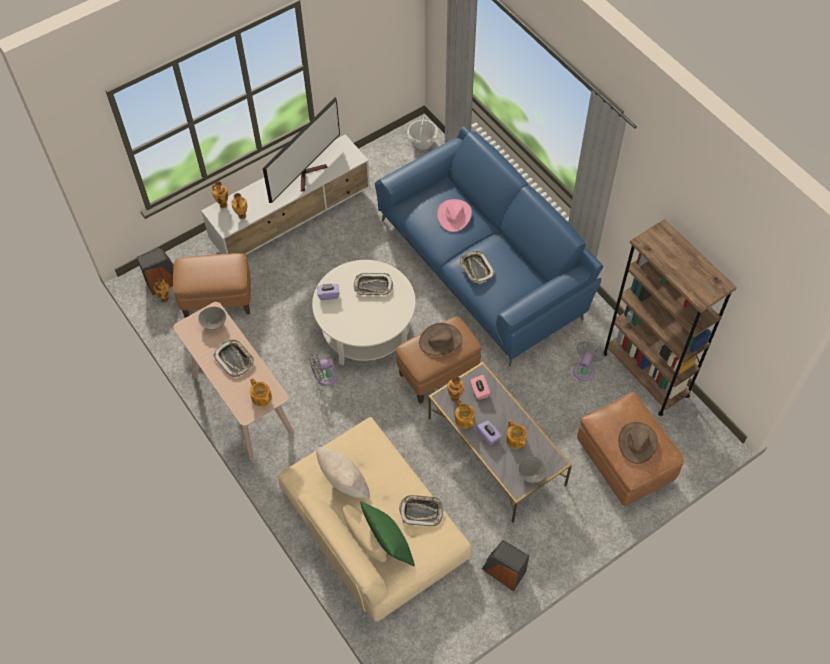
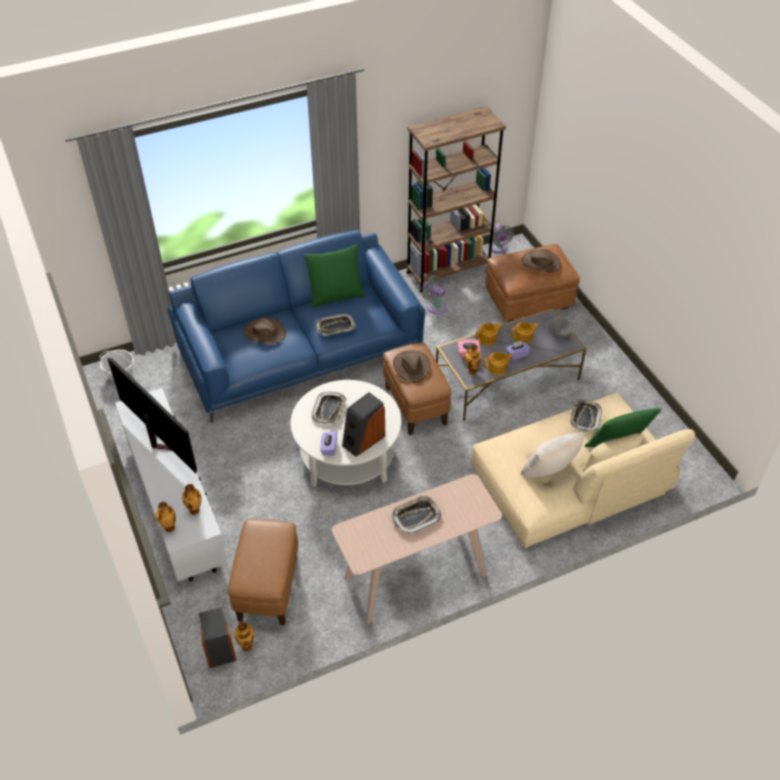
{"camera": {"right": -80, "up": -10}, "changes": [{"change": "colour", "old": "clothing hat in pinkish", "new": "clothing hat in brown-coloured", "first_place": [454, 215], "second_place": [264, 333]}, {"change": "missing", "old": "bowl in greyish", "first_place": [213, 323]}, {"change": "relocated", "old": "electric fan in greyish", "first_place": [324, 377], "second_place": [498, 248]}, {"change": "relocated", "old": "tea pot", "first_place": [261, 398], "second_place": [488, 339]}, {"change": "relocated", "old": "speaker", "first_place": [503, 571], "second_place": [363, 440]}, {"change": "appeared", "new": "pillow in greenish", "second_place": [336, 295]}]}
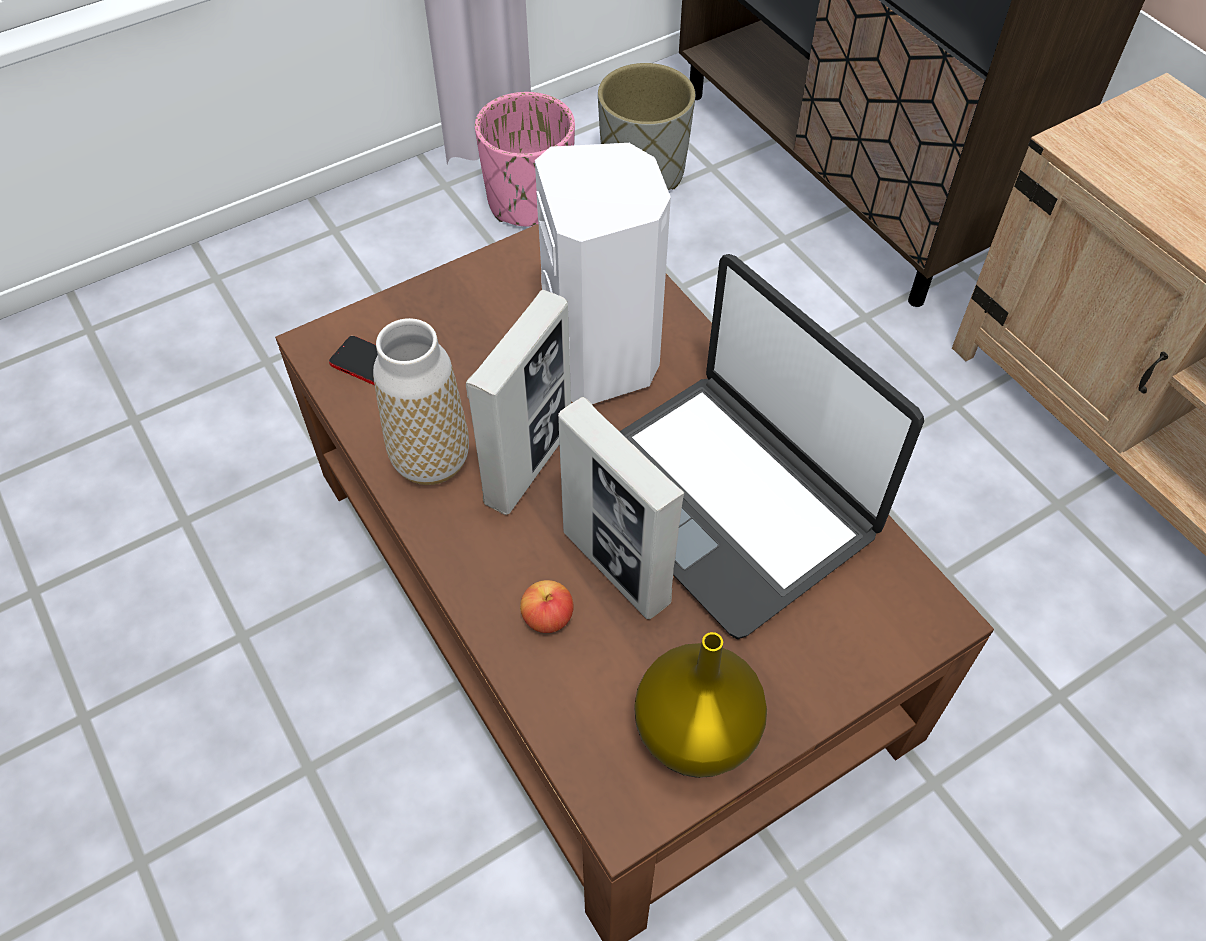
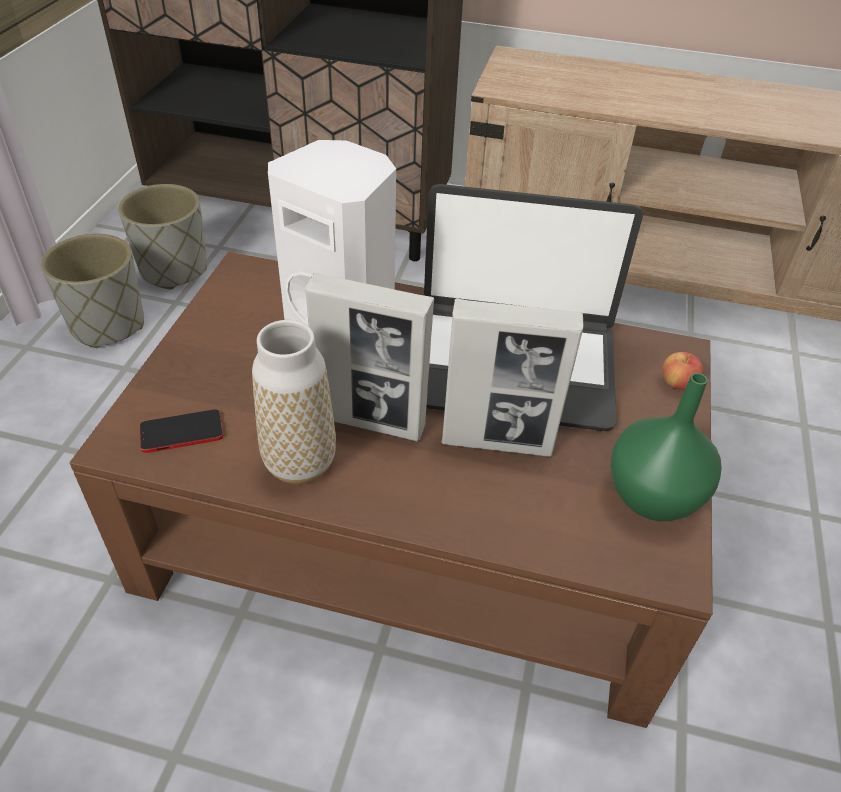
{"camera": {"right": -45, "up": -10}, "changes": [{"change": "colour", "old": "flower pot in pinkish", "new": "flower pot in greyish", "first_place": [529, 202], "second_place": [108, 325]}, {"change": "spun", "old": "standing frame", "first_place": [529, 465], "second_place": [371, 422], "degrees": 120}, {"change": "relocated", "old": "apple", "first_place": [547, 617], "second_place": [677, 383]}, {"change": "colour", "old": "flower vase in yellow-coloured", "new": "flower vase in greenish", "first_place": [693, 736], "second_place": [652, 499]}]}
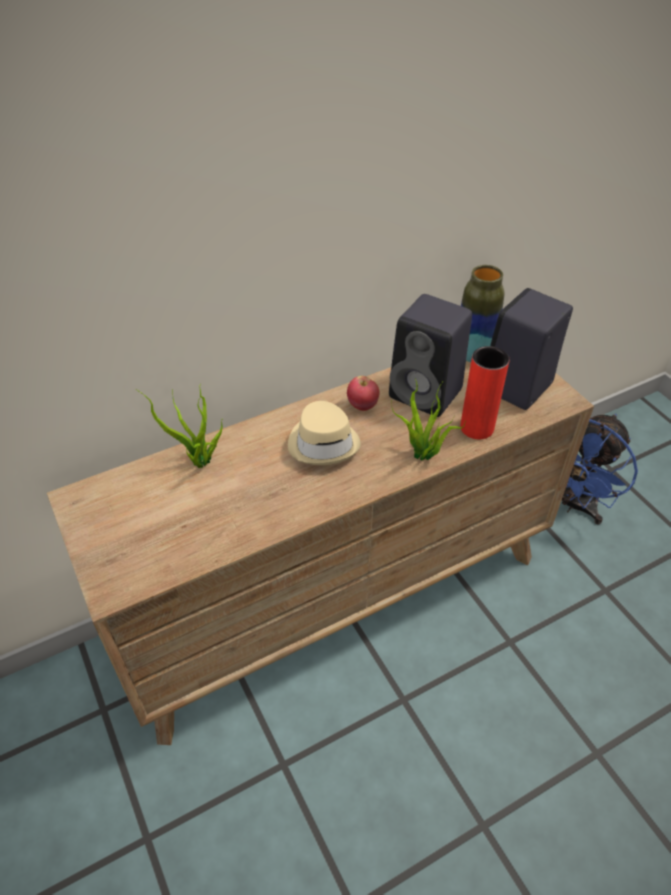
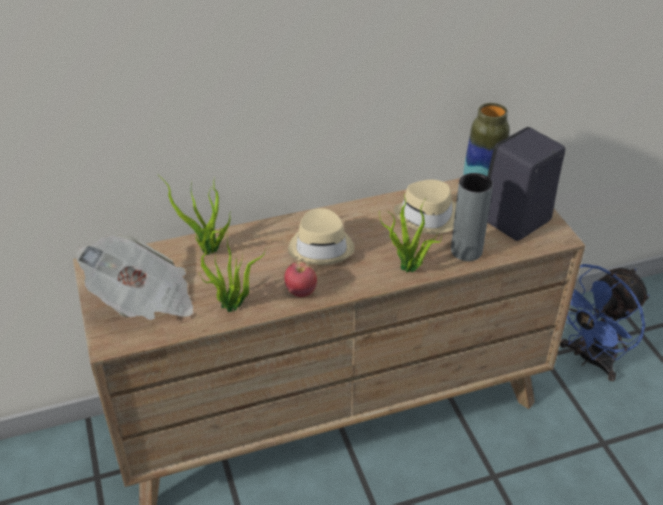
{"camera": {"right": 10, "up": -5}, "changes": [{"change": "exchanged", "old": "speaker in blackish", "new": "clothing hat in beige", "first_place": [428, 393], "second_place": [429, 217]}, {"change": "colour", "old": "flower vase in red-coloured", "new": "flower vase in greyish", "first_place": [477, 428], "second_place": [466, 251]}, {"change": "relocated", "old": "apple", "first_place": [362, 405], "second_place": [301, 291]}, {"change": "appeared", "new": "potted plant", "second_place": [233, 307]}, {"change": "appeared", "new": "printed paper", "second_place": [143, 300]}]}
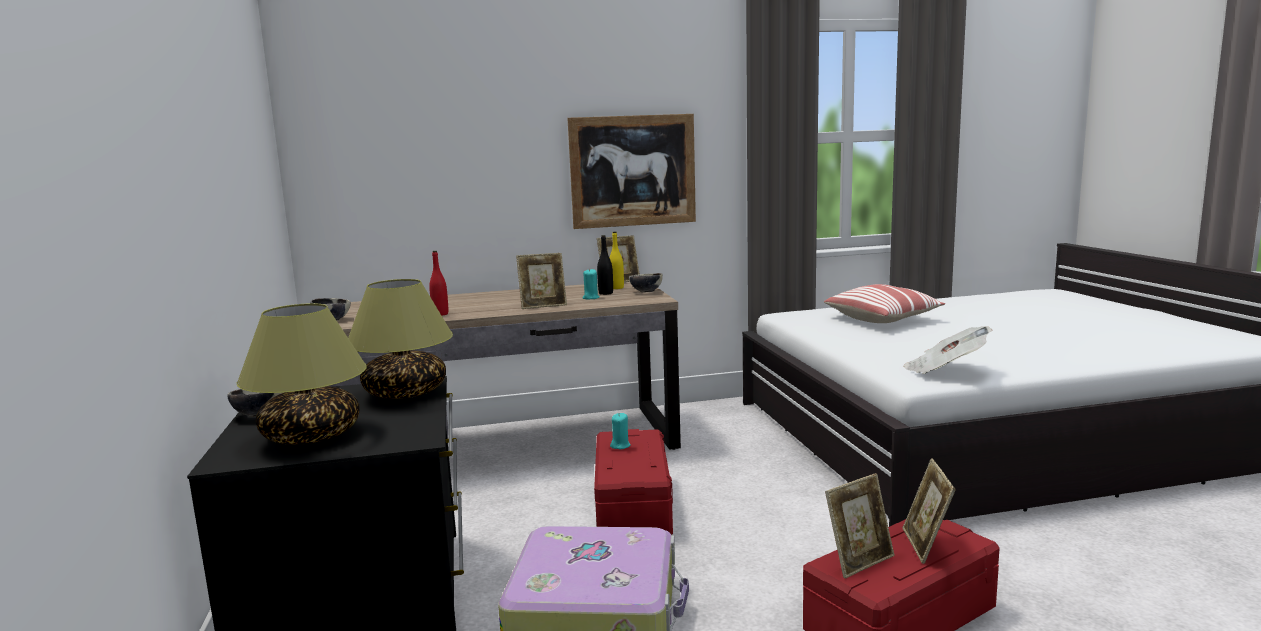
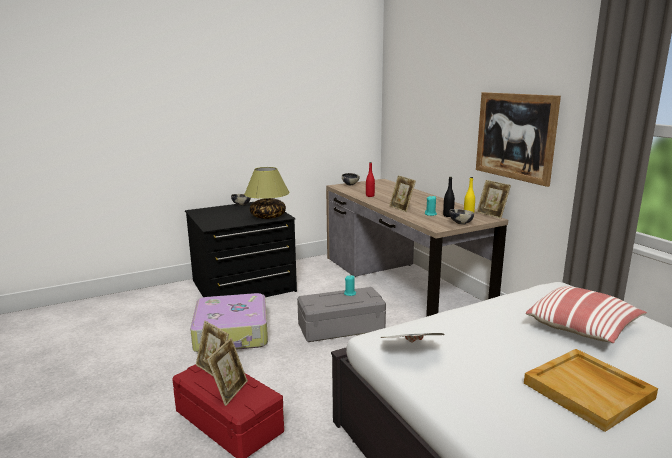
{"camera": {"right": 75, "up": 5}, "changes": [{"change": "missing", "old": "table lamp", "first_place": [312, 435]}, {"change": "colour", "old": "storage bin in red-coloured", "new": "storage bin in greyish", "first_place": [631, 506], "second_place": [341, 327]}, {"change": "spun", "old": "standing frame", "first_place": [926, 546], "second_place": [230, 391], "degrees": 120}, {"change": "appeared", "new": "tray in beige", "second_place": [589, 391]}]}
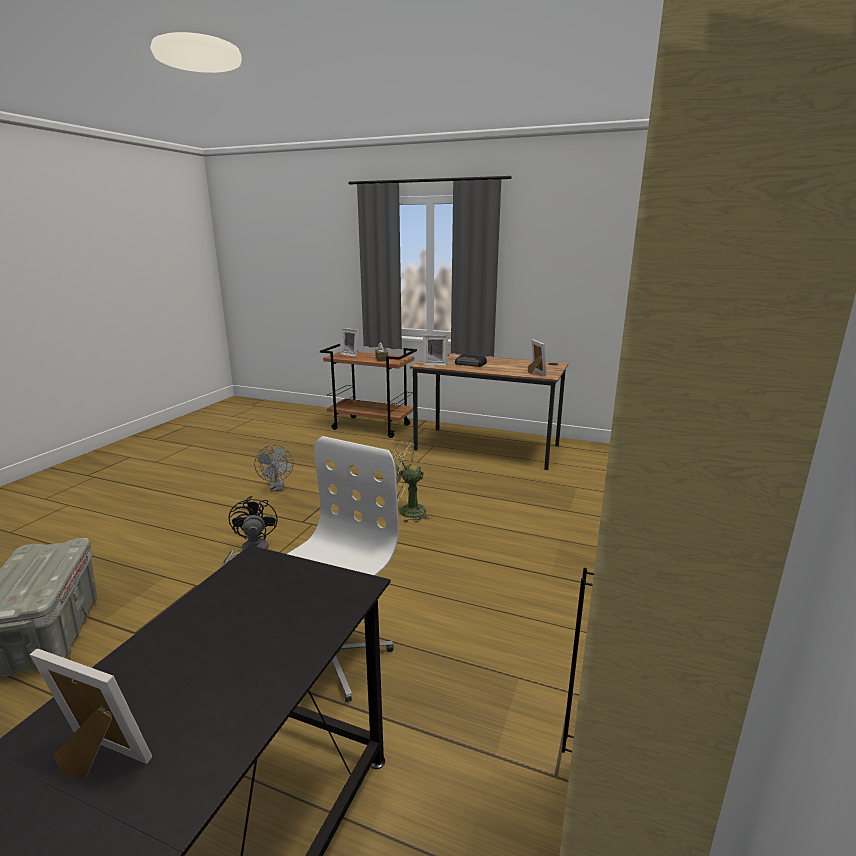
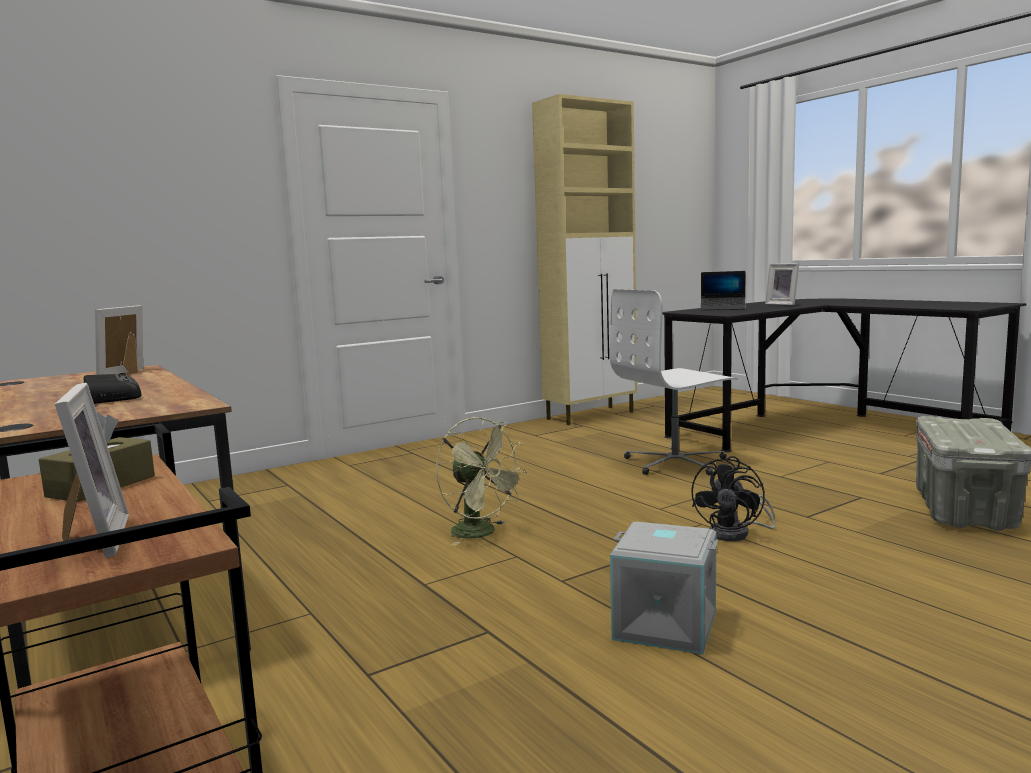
{"camera": {"right": -145, "up": -10}, "changes": [{"change": "missing", "old": "standing frame", "first_place": [435, 364]}, {"change": "exchanged", "old": "electric fan in greyish", "new": "storage bin in greyish", "first_place": [277, 488], "second_place": [664, 626]}, {"change": "appeared", "new": "notebook computer", "second_place": [723, 308]}]}
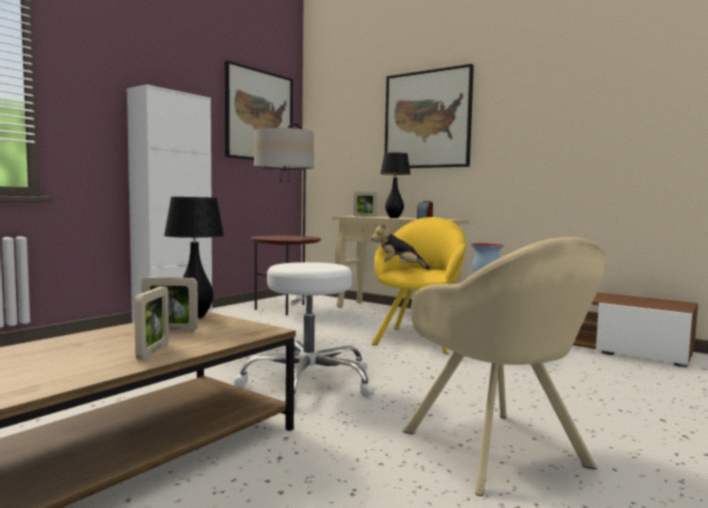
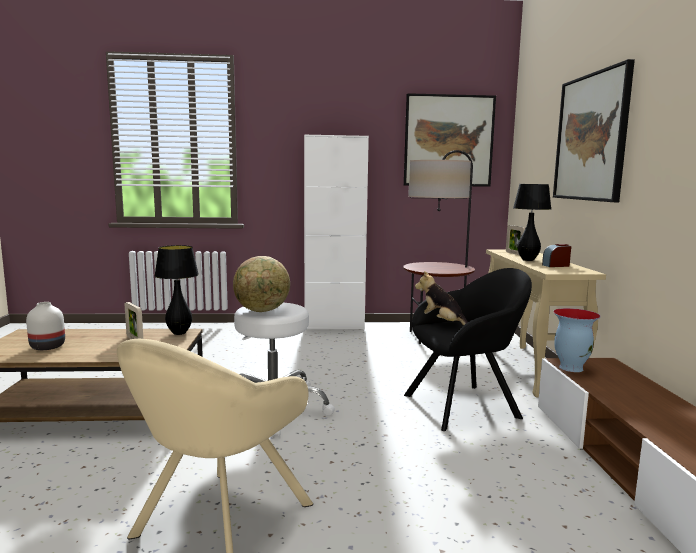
{"camera": {"right": 50, "up": 5}, "changes": [{"change": "colour", "old": "lounge chair in yellow-coloured", "new": "lounge chair in blackish", "first_place": [420, 338], "second_place": [466, 405]}, {"change": "missing", "old": "standing frame", "first_place": [153, 352]}, {"change": "appeared", "new": "world globe", "second_place": [262, 311]}, {"change": "appeared", "new": "flower vase in white-coloured", "second_place": [46, 347]}]}
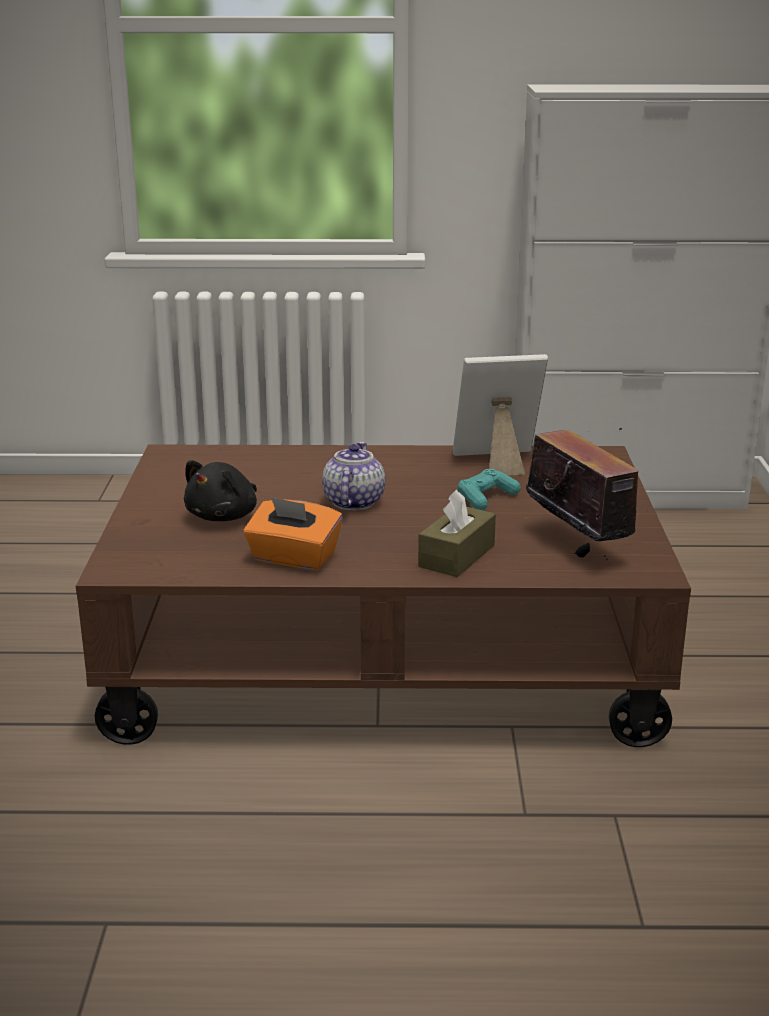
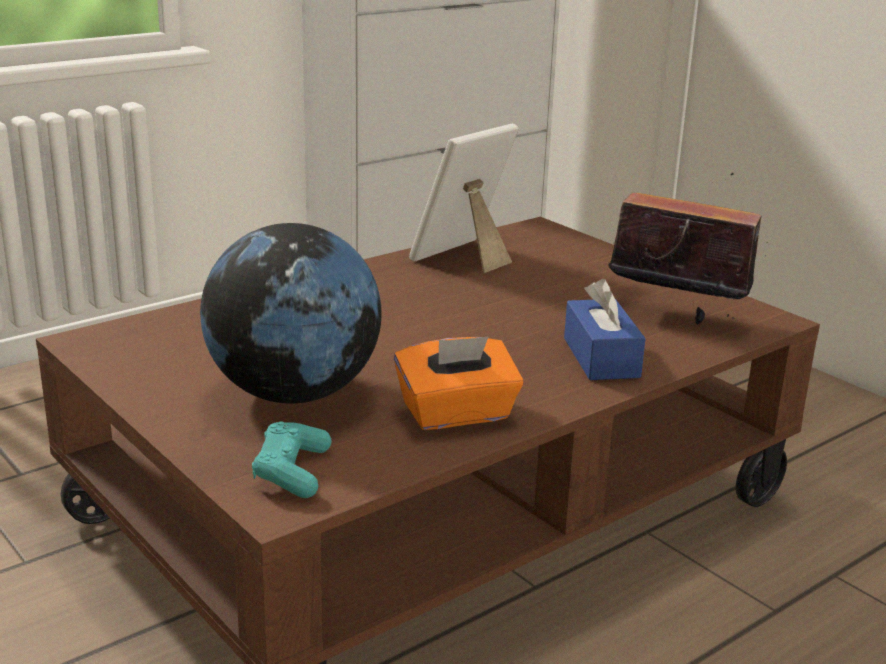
{"camera": {"right": -40, "up": 0}, "changes": [{"change": "missing", "old": "tea pot", "first_place": [353, 502]}, {"change": "exchanged", "old": "cuddly toy in blackish", "new": "world globe", "first_place": [224, 516], "second_place": [293, 393]}, {"change": "relocated", "old": "joypad in turquoise-coloured", "first_place": [486, 498], "second_place": [292, 472]}, {"change": "colour", "old": "box of tissues in brown-coloured", "new": "box of tissues in bluish", "first_place": [457, 556], "second_place": [601, 357]}]}
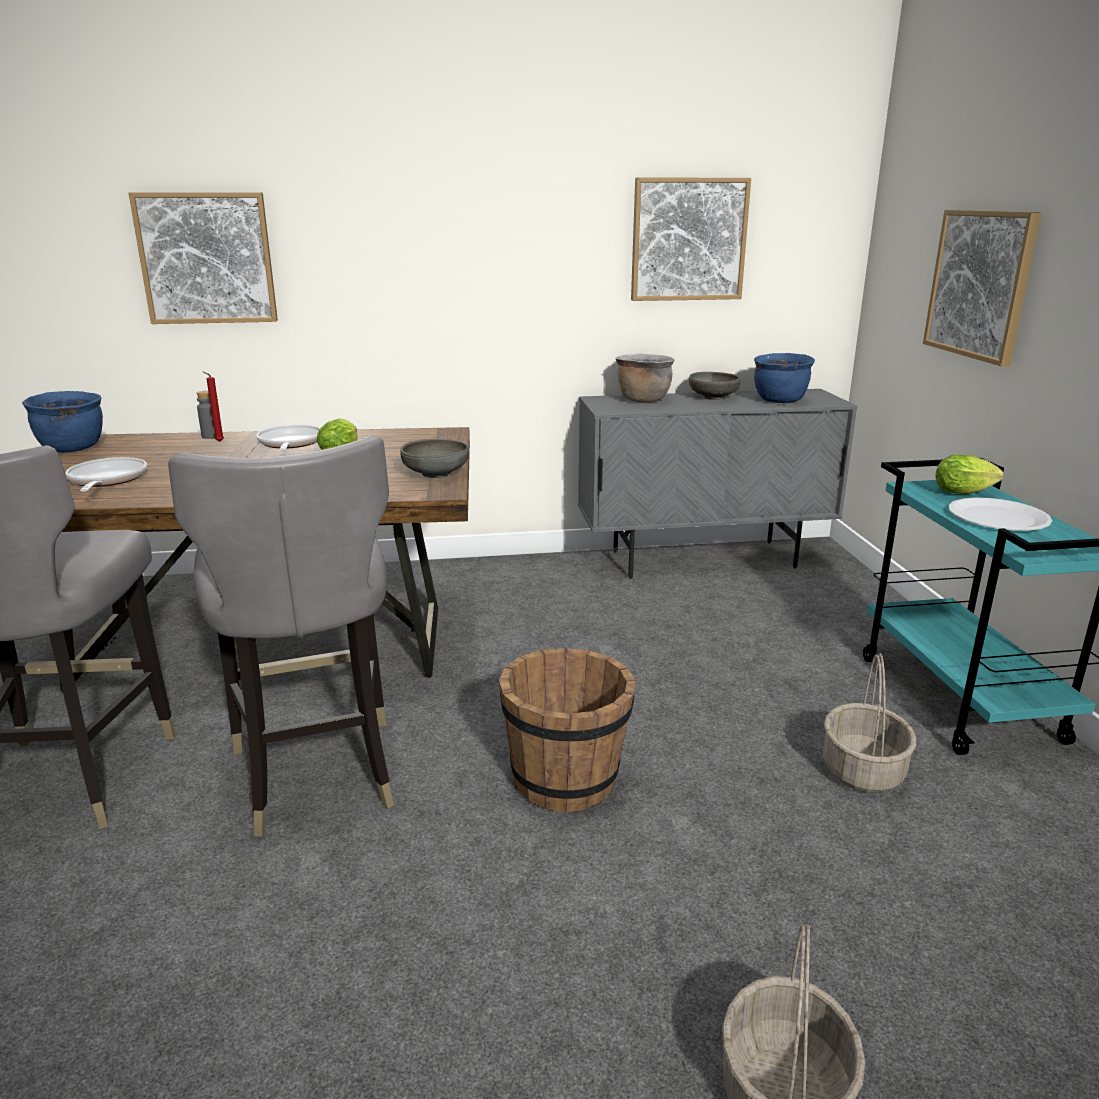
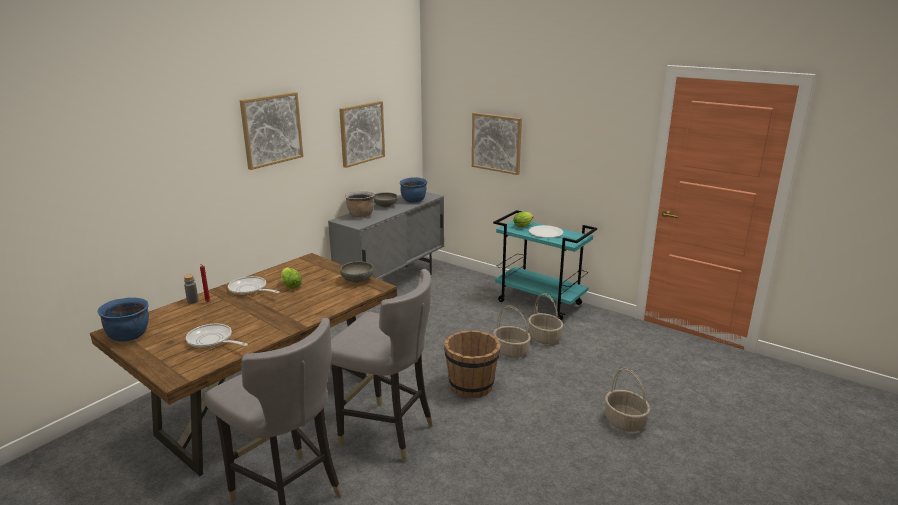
{"camera": {"right": -45, "up": 0}, "changes": [{"change": "relocated", "old": "wall picture", "first_place": [207, 258], "second_place": [271, 129]}, {"change": "appeared", "new": "household basket", "second_place": [511, 351]}]}
